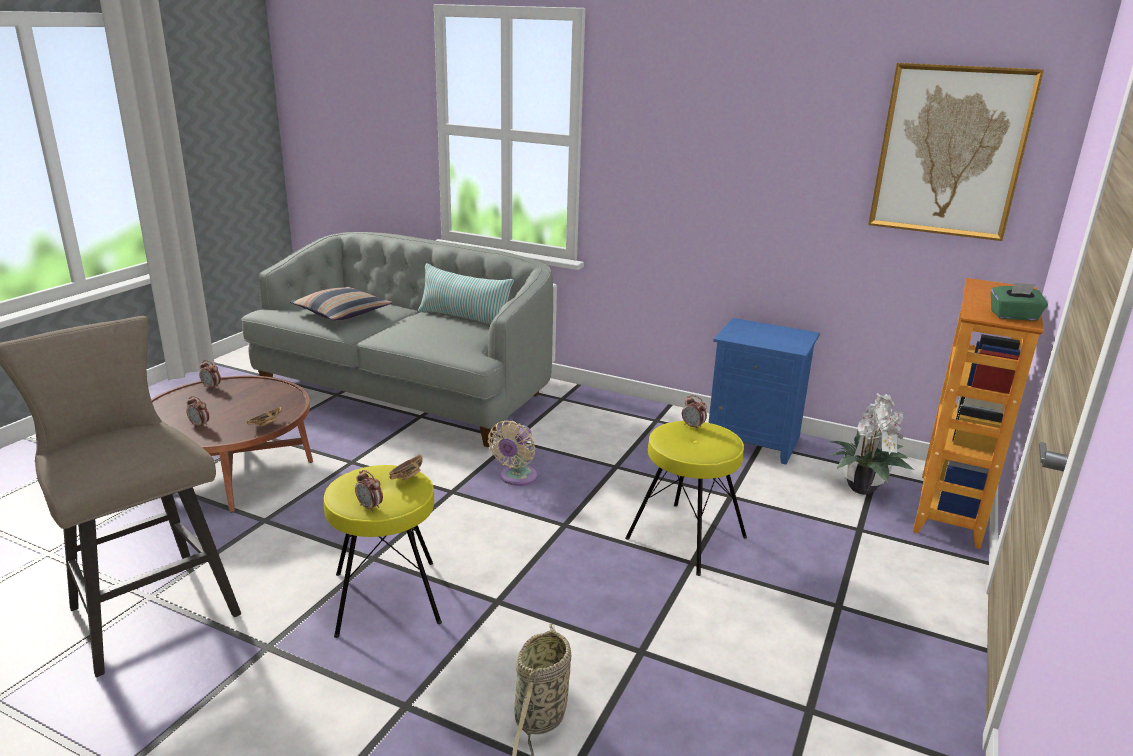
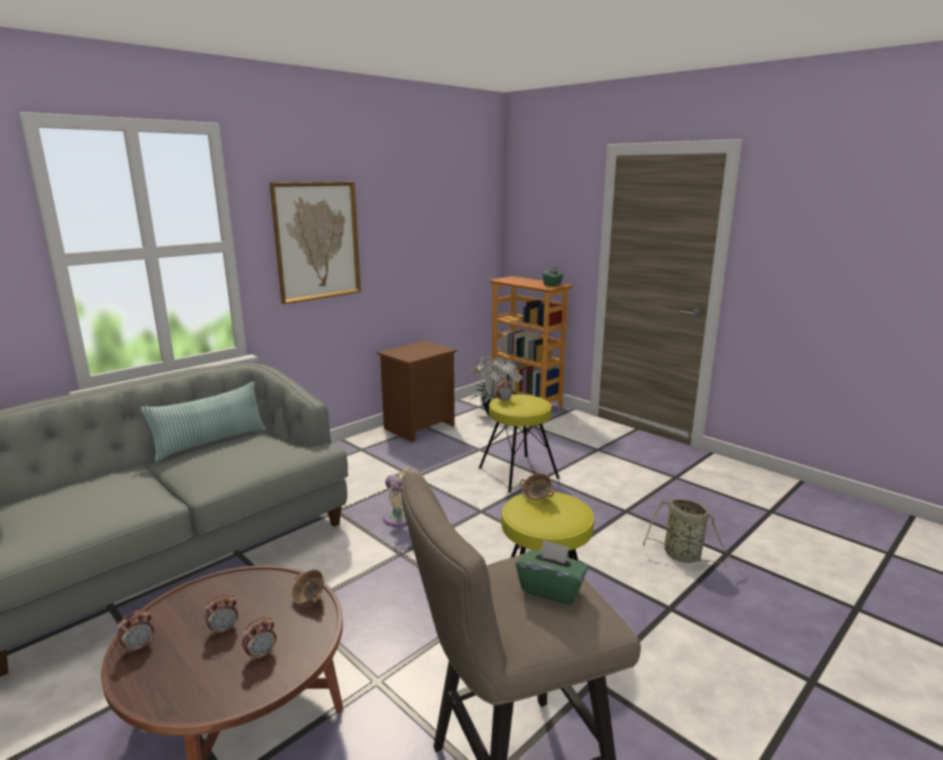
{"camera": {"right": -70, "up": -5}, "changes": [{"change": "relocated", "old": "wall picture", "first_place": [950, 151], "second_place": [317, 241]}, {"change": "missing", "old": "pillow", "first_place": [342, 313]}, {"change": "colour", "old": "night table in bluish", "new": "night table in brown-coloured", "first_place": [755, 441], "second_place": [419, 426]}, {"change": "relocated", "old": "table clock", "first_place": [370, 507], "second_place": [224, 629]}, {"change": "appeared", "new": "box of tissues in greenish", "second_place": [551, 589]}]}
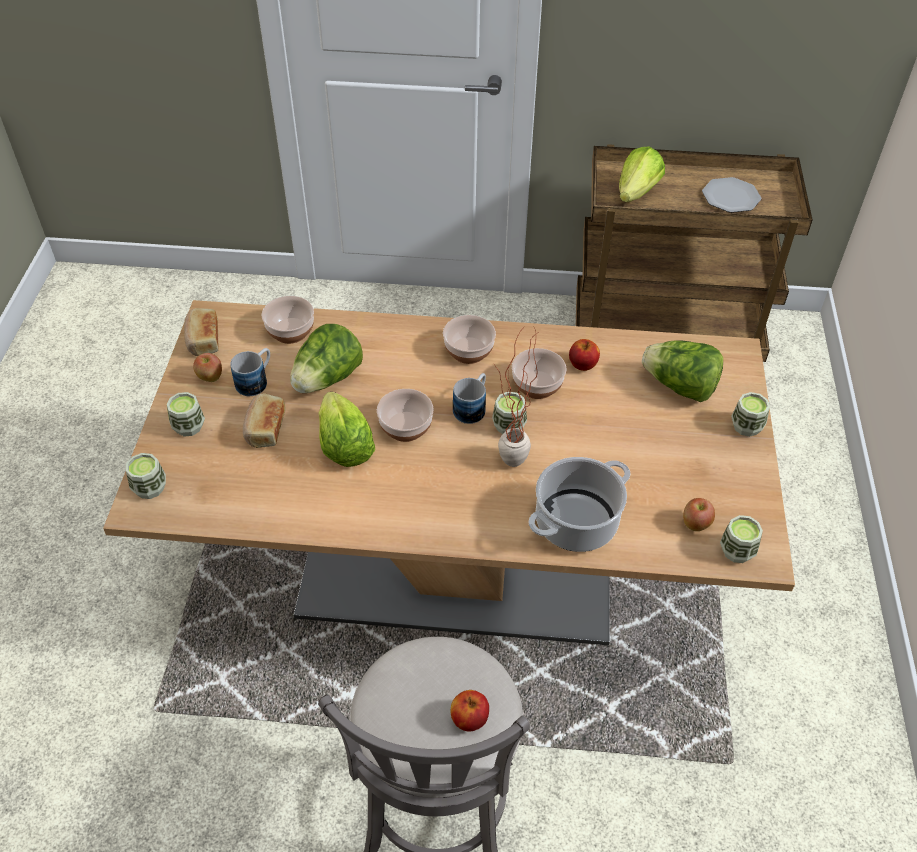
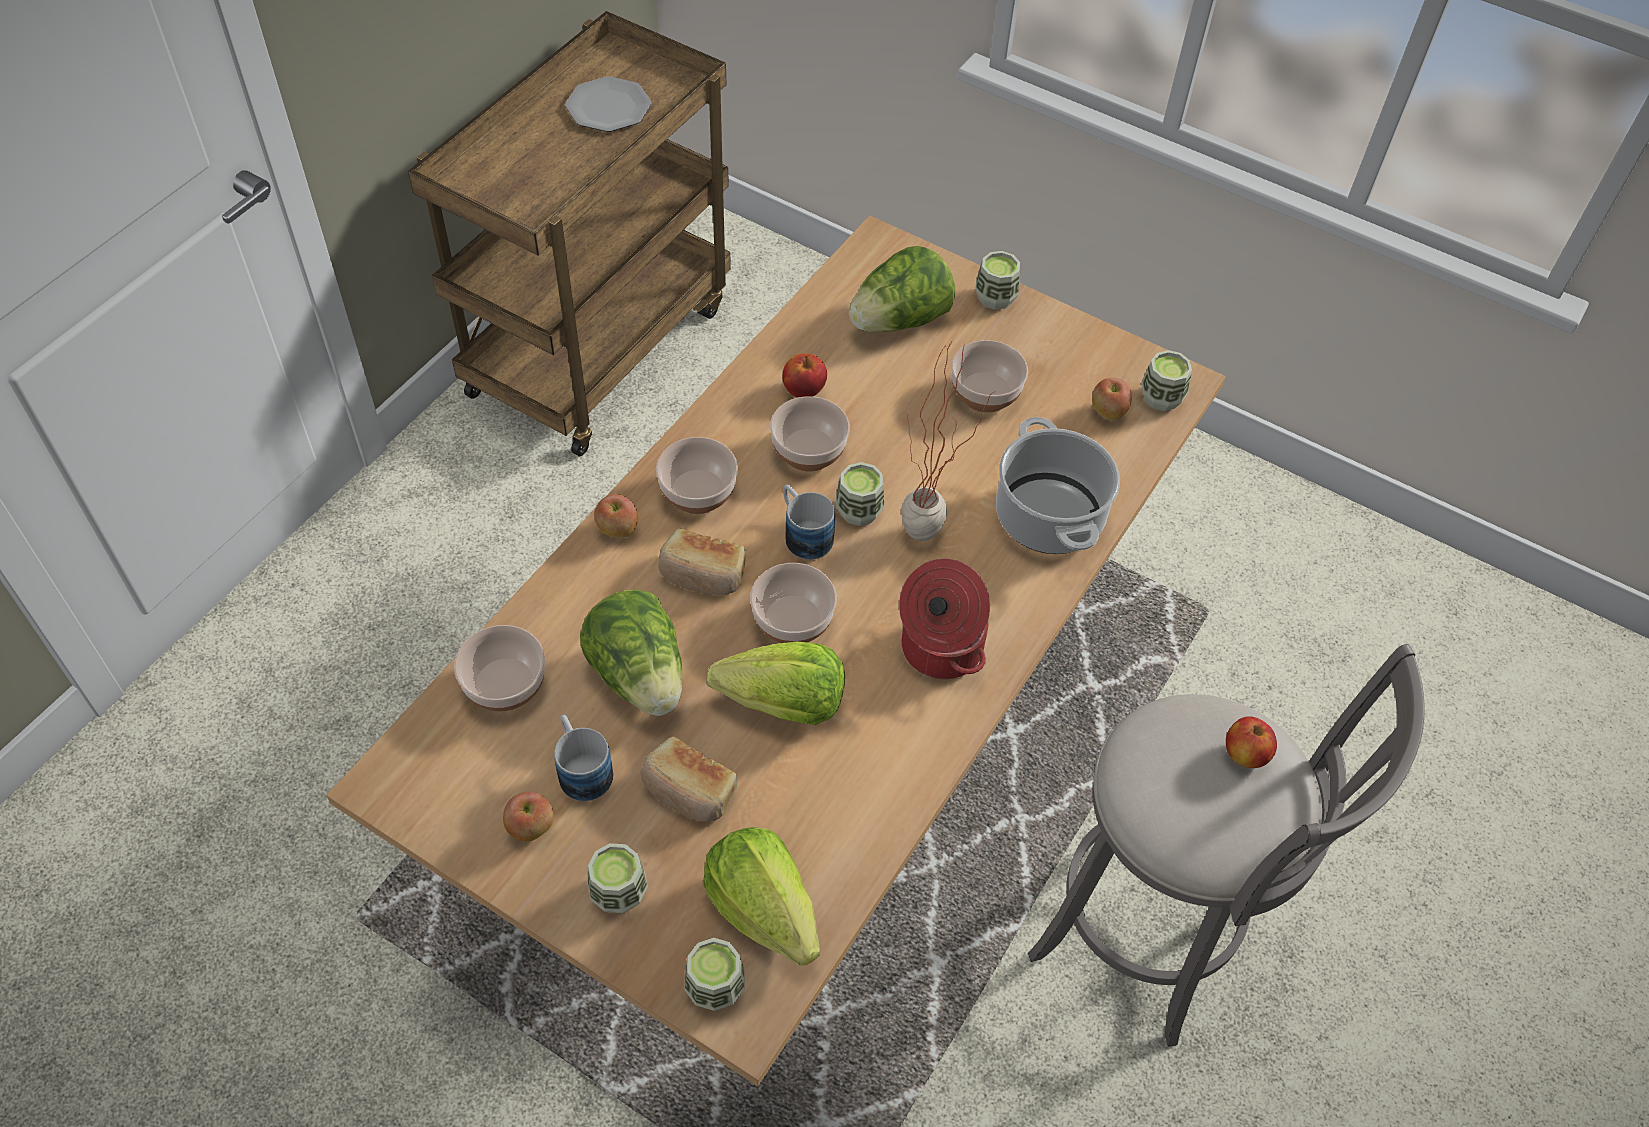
{"camera": {"right": -65, "up": 5}, "changes": [{"change": "relocated", "old": "lettuce head", "first_place": [636, 193], "second_place": [763, 909]}, {"change": "relocated", "old": "bread", "first_place": [203, 340], "second_place": [703, 575]}, {"change": "appeared", "new": "bowl", "second_place": [985, 392]}, {"change": "appeared", "new": "apple", "second_place": [618, 530]}, {"change": "appeared", "new": "cooking pot", "second_place": [939, 648]}]}
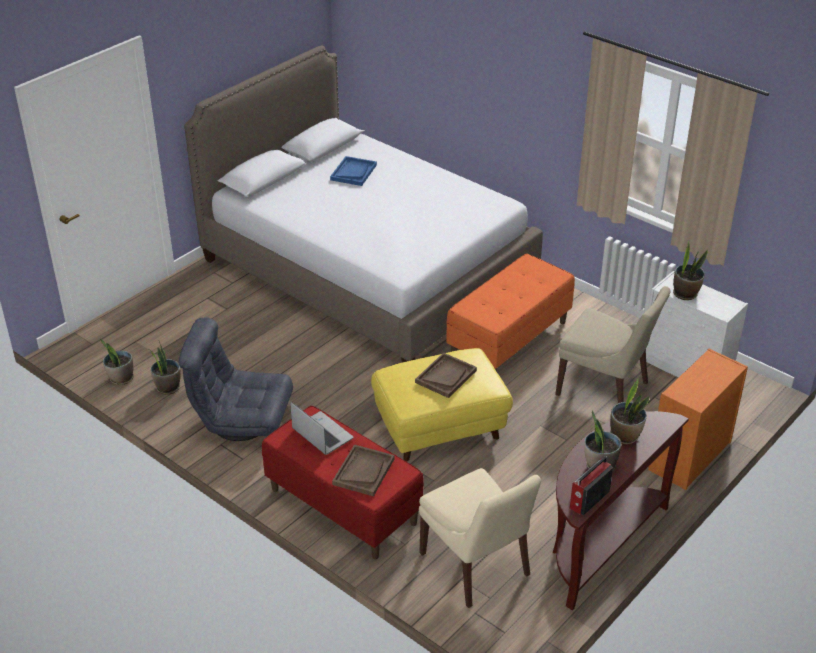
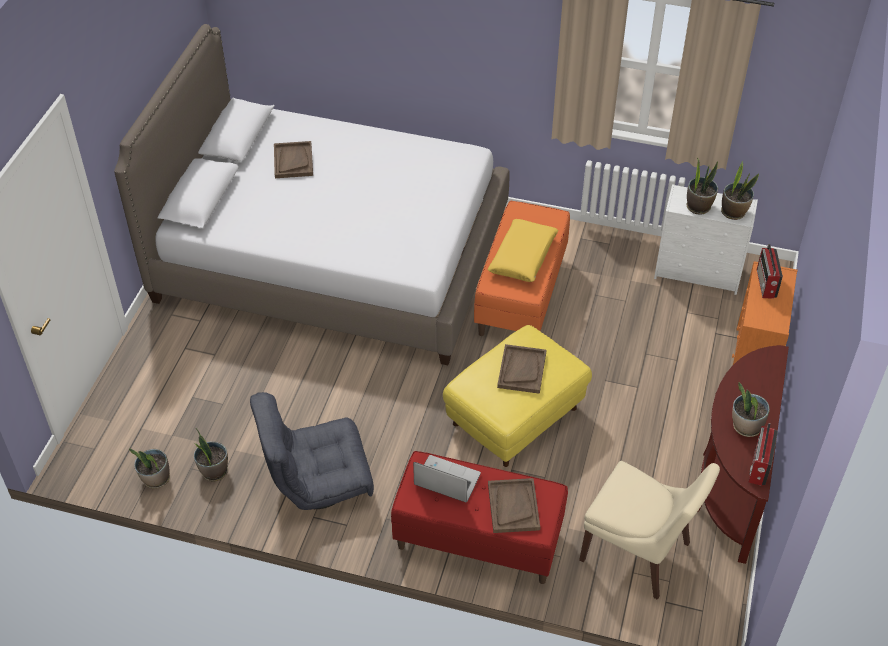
{"camera": {"right": -25, "up": 10}, "changes": [{"change": "colour", "old": "tray in bluish", "new": "tray in brown-coloured", "first_place": [353, 172], "second_place": [293, 161]}, {"change": "missing", "old": "chair in beige", "first_place": [605, 390]}, {"change": "relocated", "old": "potted plant", "first_place": [625, 436], "second_place": [733, 212]}, {"change": "appeared", "new": "pillow in yellow-coloured", "second_place": [523, 257]}, {"change": "appeared", "new": "radio receiver", "second_place": [766, 284]}]}
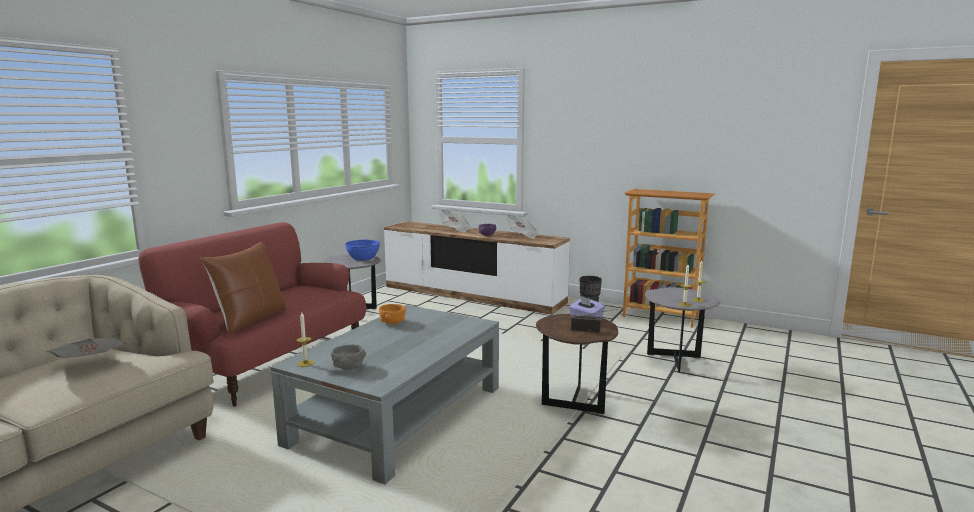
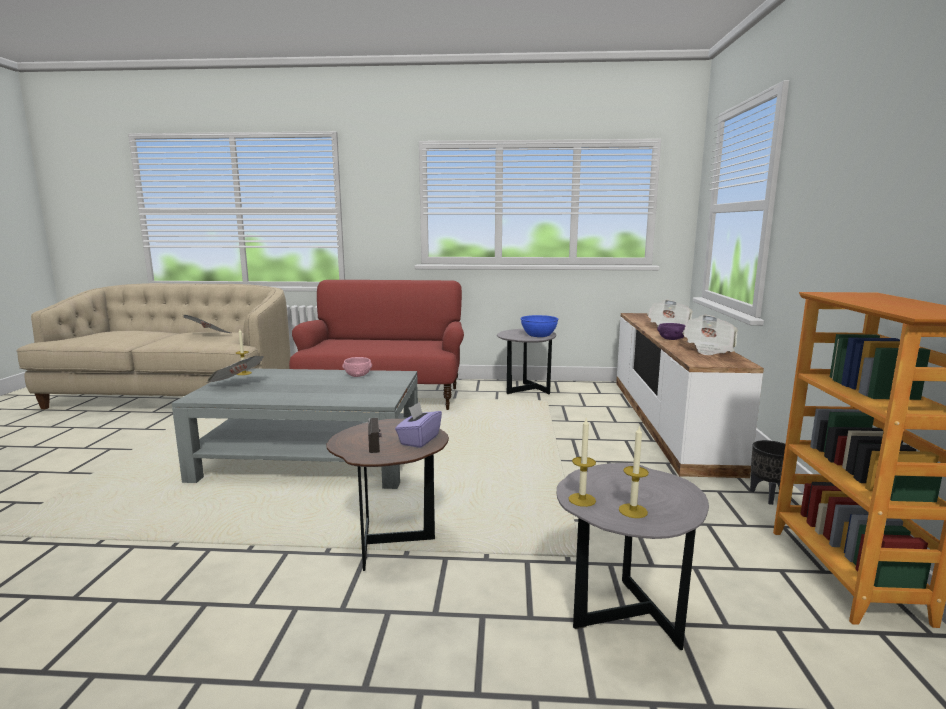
{"camera": {"right": 65, "up": 0}, "changes": [{"change": "missing", "old": "pillow in brown-coloured", "first_place": [250, 320]}, {"change": "colour", "old": "bowl in orange", "new": "bowl in pinkish", "first_place": [392, 322], "second_place": [358, 375]}, {"change": "exchanged", "old": "bowl in greyish", "new": "printed paper", "first_place": [348, 367], "second_place": [236, 384]}]}
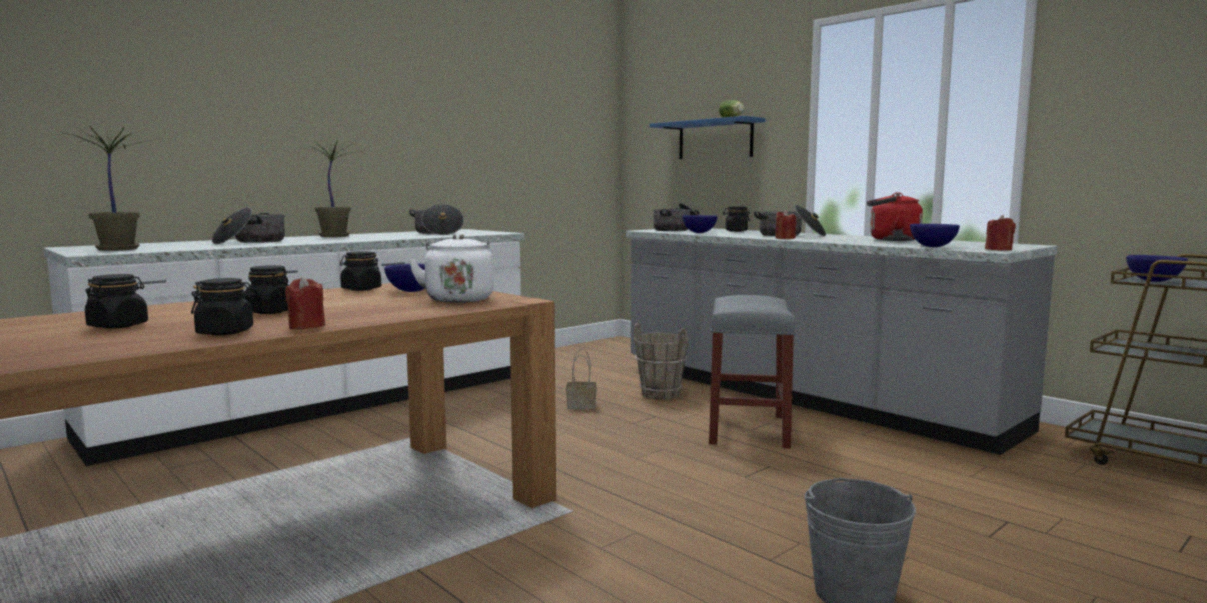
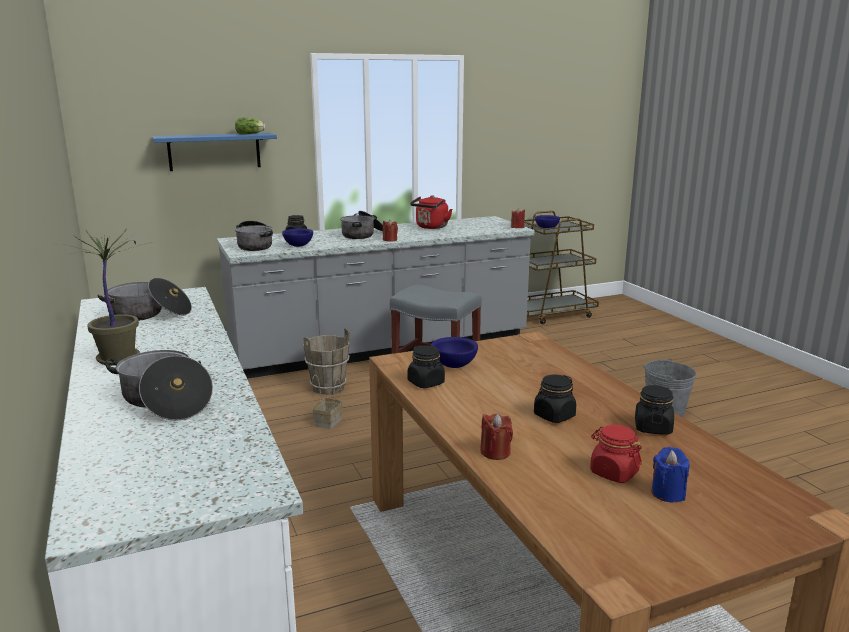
{"camera": {"right": -70, "up": 10}, "changes": [{"change": "missing", "old": "potted plant", "first_place": [117, 249]}, {"change": "missing", "old": "bowl in bluish", "first_place": [933, 246]}, {"change": "missing", "old": "tea kettle in white-coloured", "first_place": [458, 299]}, {"change": "colour", "old": "storage jar in blackish", "new": "storage jar in red-coloured", "first_place": [118, 326], "second_place": [613, 473]}, {"change": "relocated", "old": "wax candle in red-coloured", "first_place": [306, 326], "second_place": [495, 452]}, {"change": "appeared", "new": "wax candle in bluish", "second_place": [668, 493]}]}
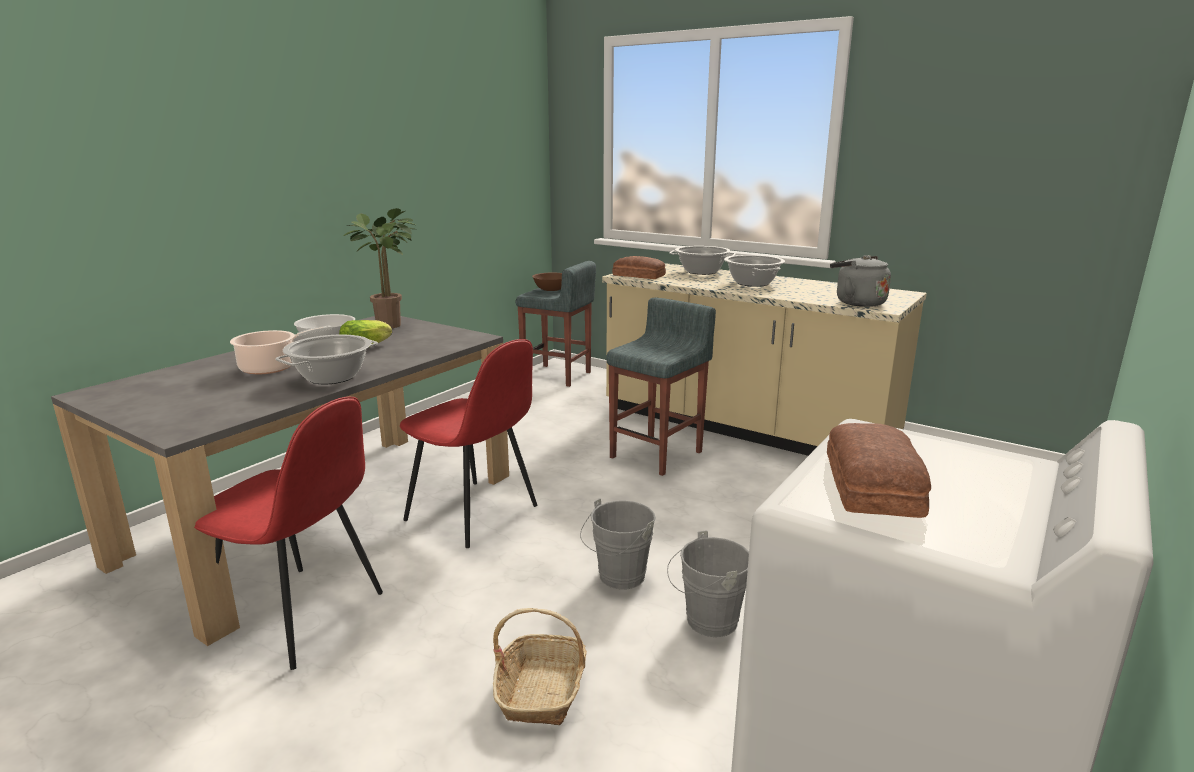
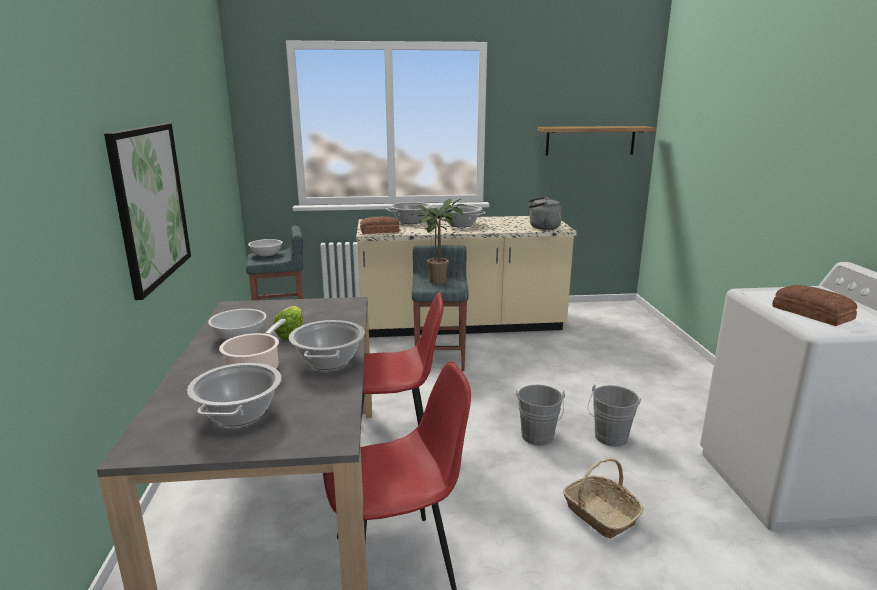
{"camera": {"right": -40, "up": 0}, "changes": [{"change": "relocated", "old": "potted plant", "first_place": [393, 325], "second_place": [439, 280]}, {"change": "colour", "old": "bowl in brown-coloured", "new": "bowl in white-coloured", "first_place": [551, 289], "second_place": [266, 254]}, {"change": "appeared", "new": "wall picture", "second_place": [150, 205]}, {"change": "appeared", "new": "shelf", "second_place": [590, 140]}, {"change": "appeared", "new": "cooking pot", "second_place": [239, 414]}]}
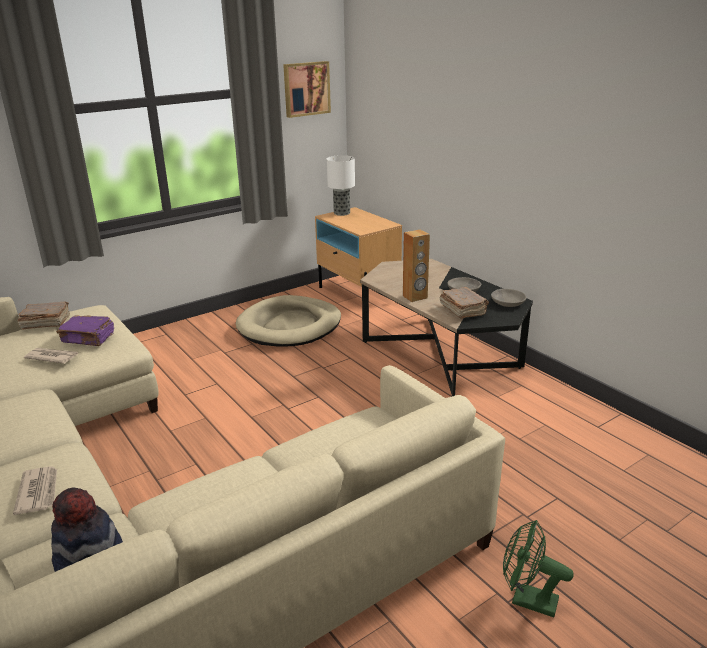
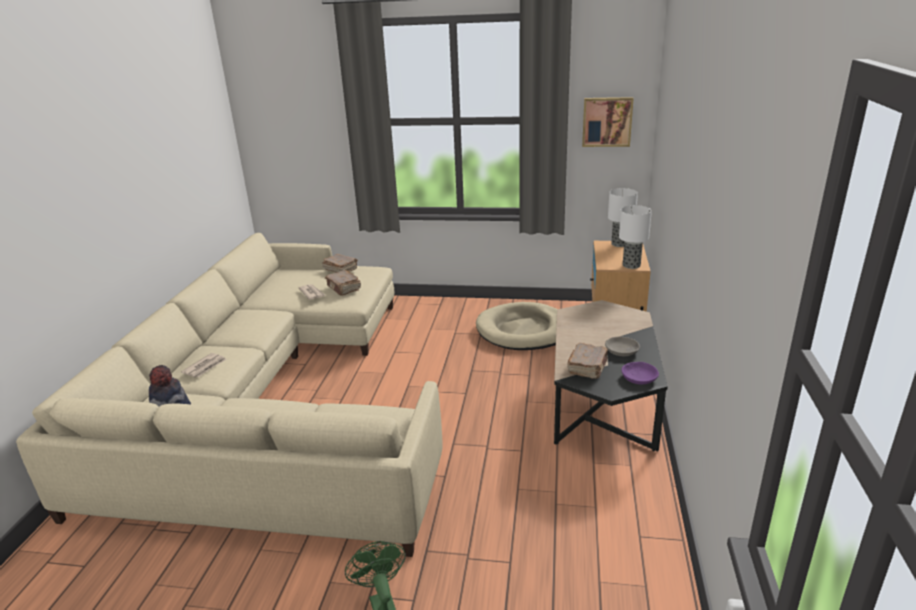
{"camera": {"right": 45, "up": 0}, "changes": [{"change": "missing", "old": "speaker in brown-coloured", "first_place": [415, 297]}, {"change": "colour", "old": "bowl in greyish", "new": "bowl in purplish", "first_place": [507, 302], "second_place": [639, 378]}, {"change": "colour", "old": "volume in purplish", "new": "volume in brown-coloured", "first_place": [88, 338], "second_place": [343, 288]}, {"change": "appeared", "new": "table lamp", "second_place": [631, 265]}]}
